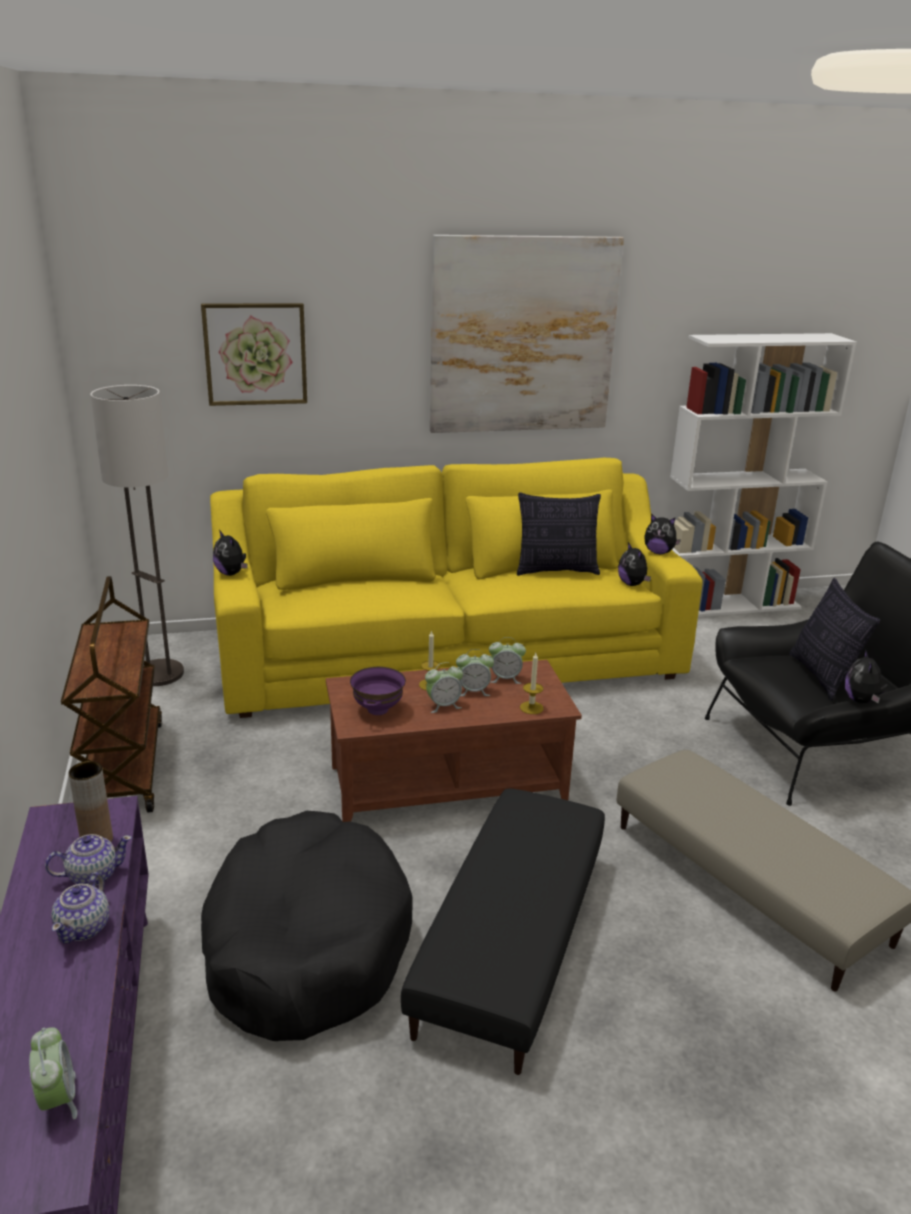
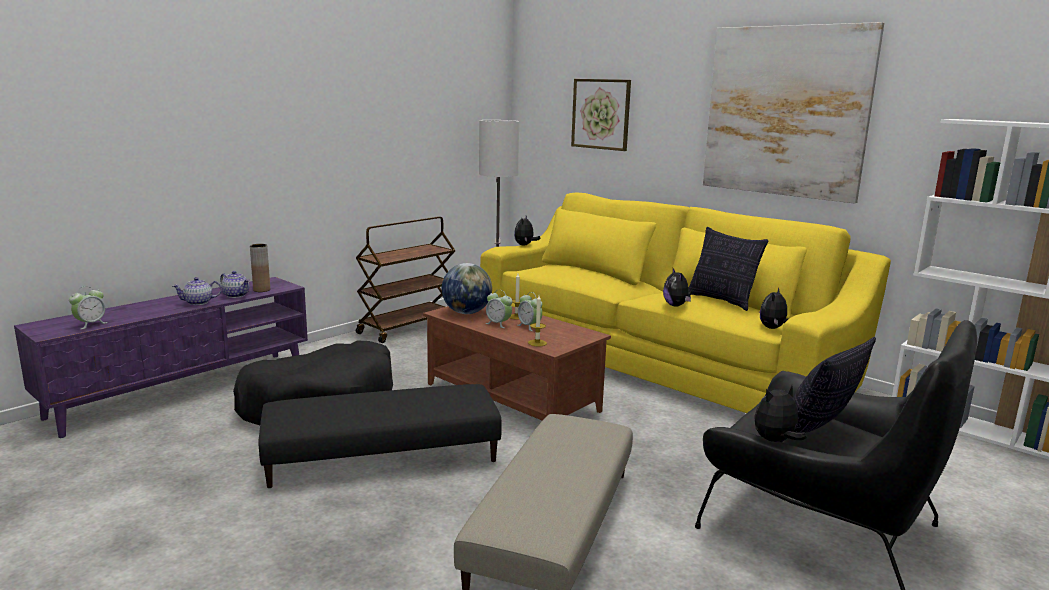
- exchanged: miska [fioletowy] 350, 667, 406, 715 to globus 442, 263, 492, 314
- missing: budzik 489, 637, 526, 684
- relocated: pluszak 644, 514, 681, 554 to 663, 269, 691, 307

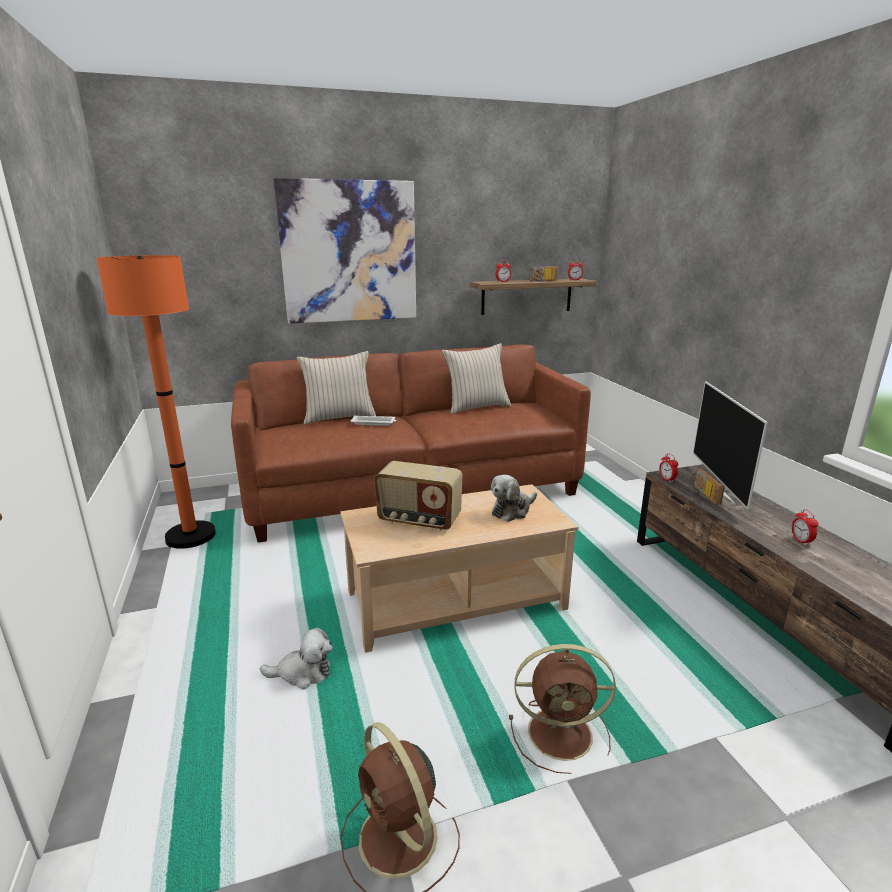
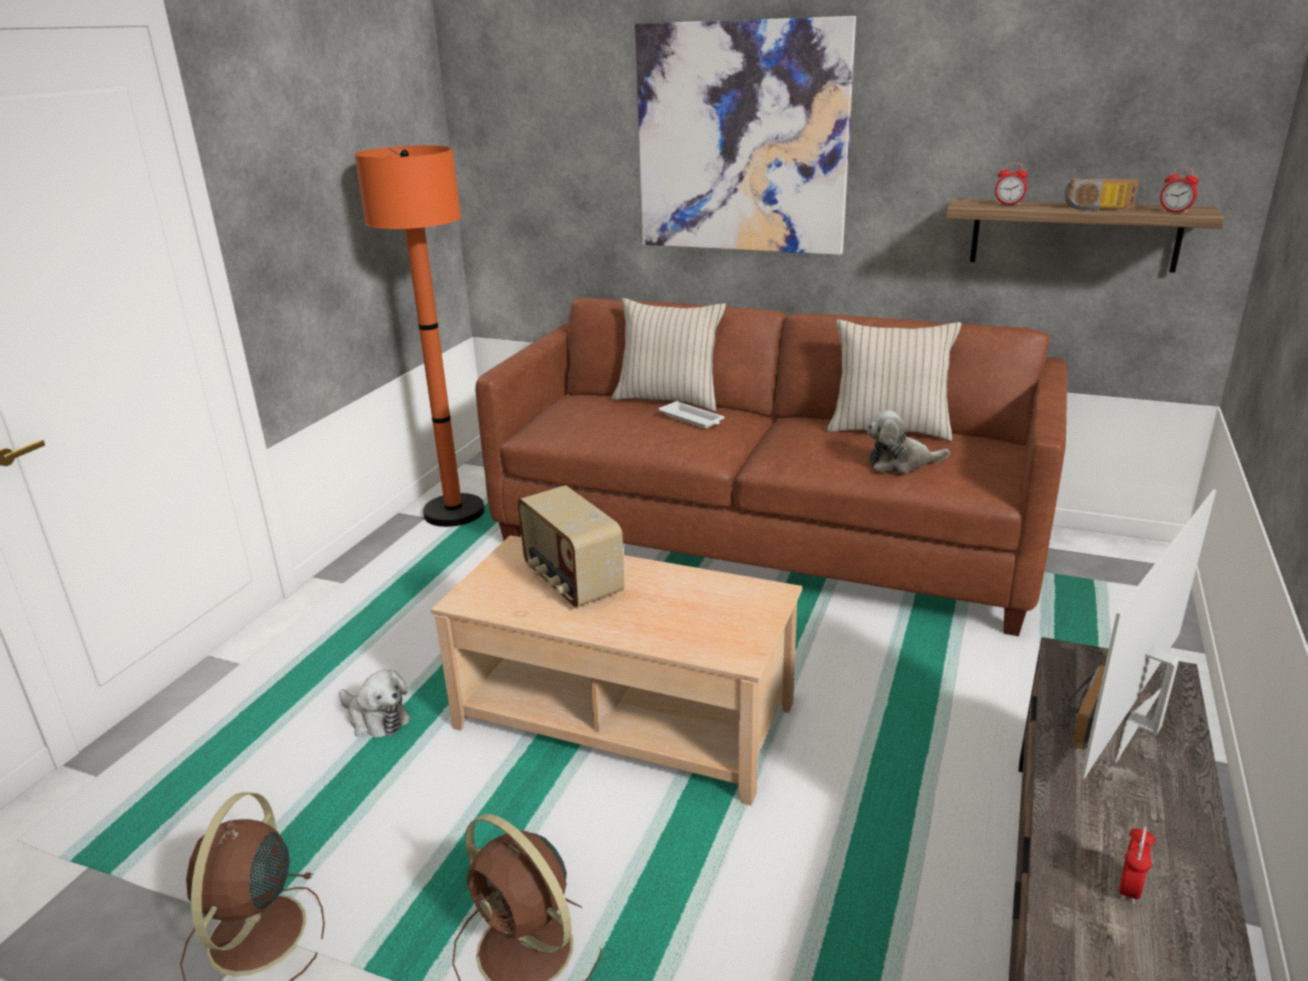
- relocated: pluszak 491, 475, 537, 522 to 867, 410, 950, 473
- missing: budzik 659, 453, 678, 482

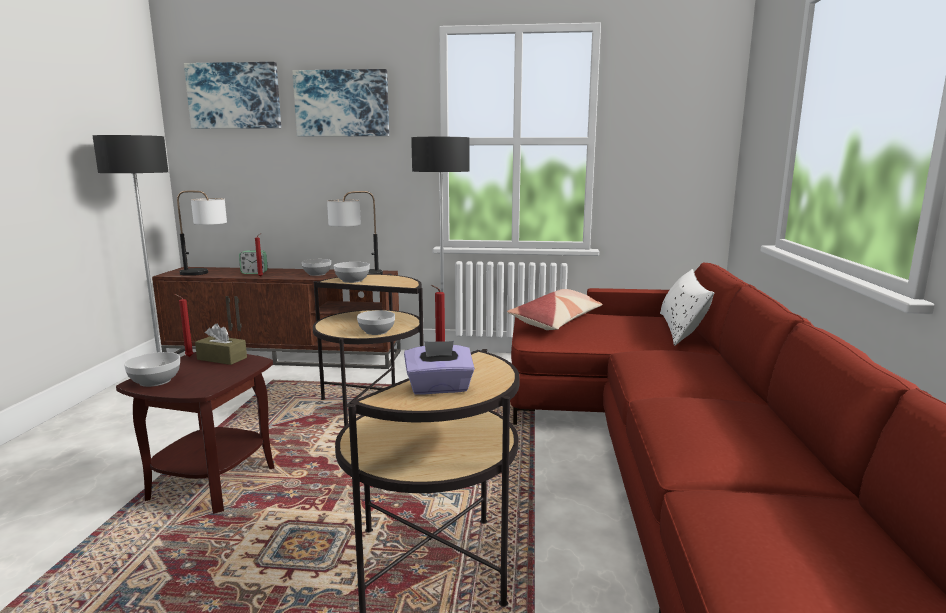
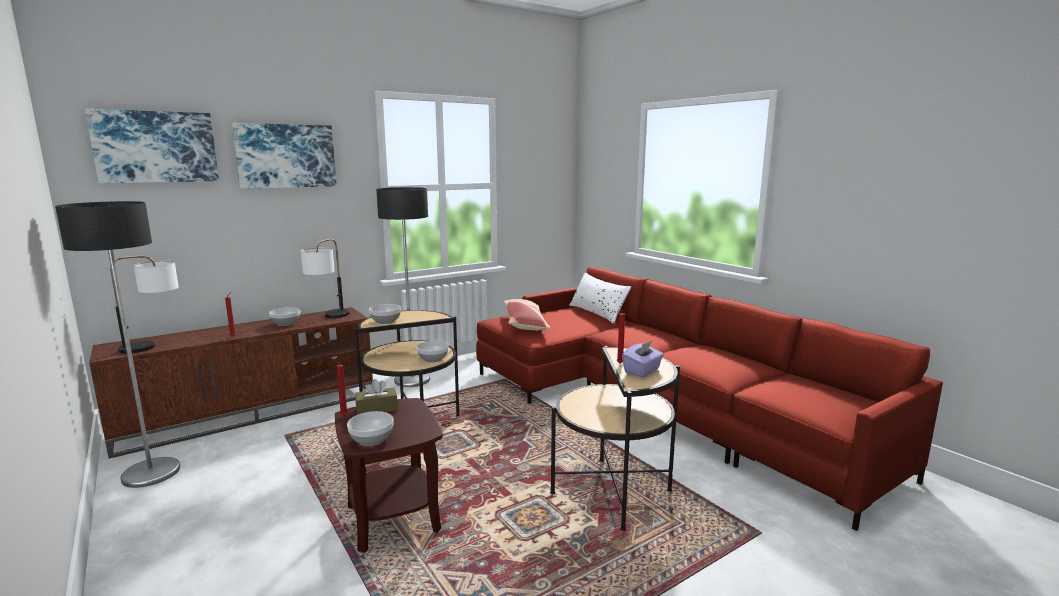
- missing: budzik 239, 250, 268, 274

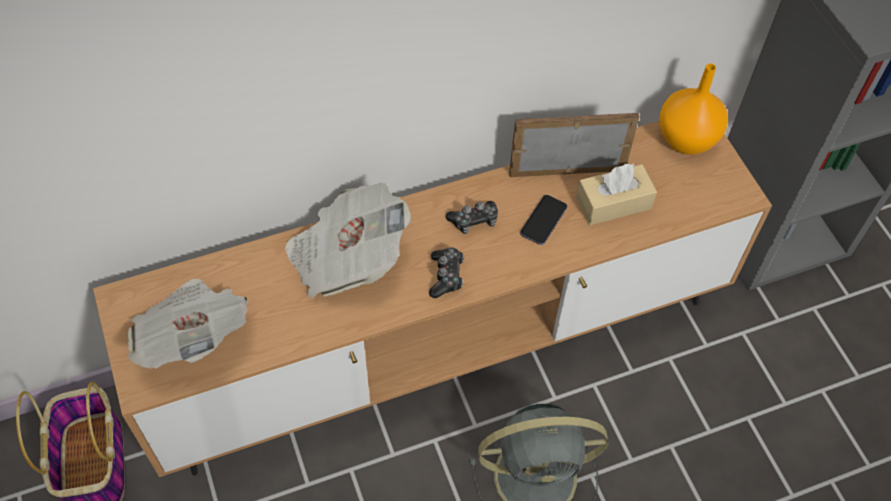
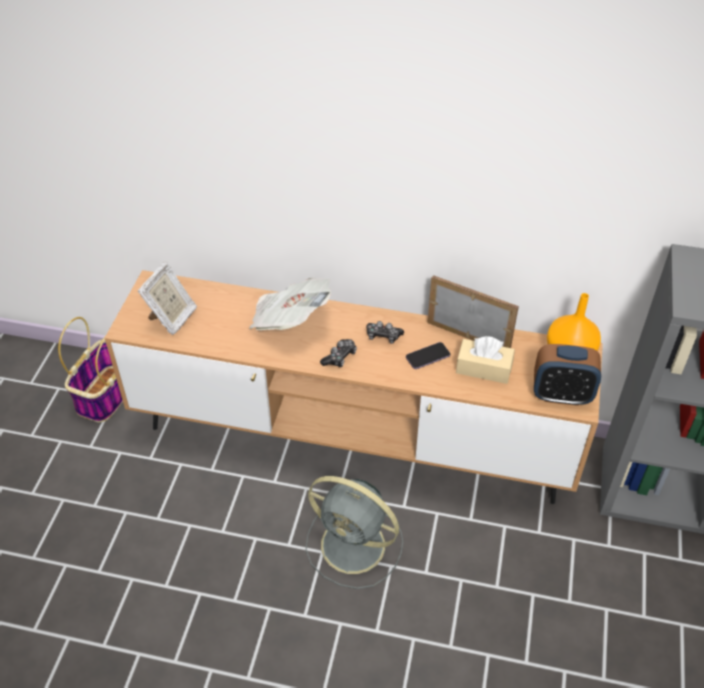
- exchanged: gazeta 128, 278, 248, 369 to ramka na zdjęcie 138, 262, 197, 335
- appeared: budzik 534, 344, 601, 406

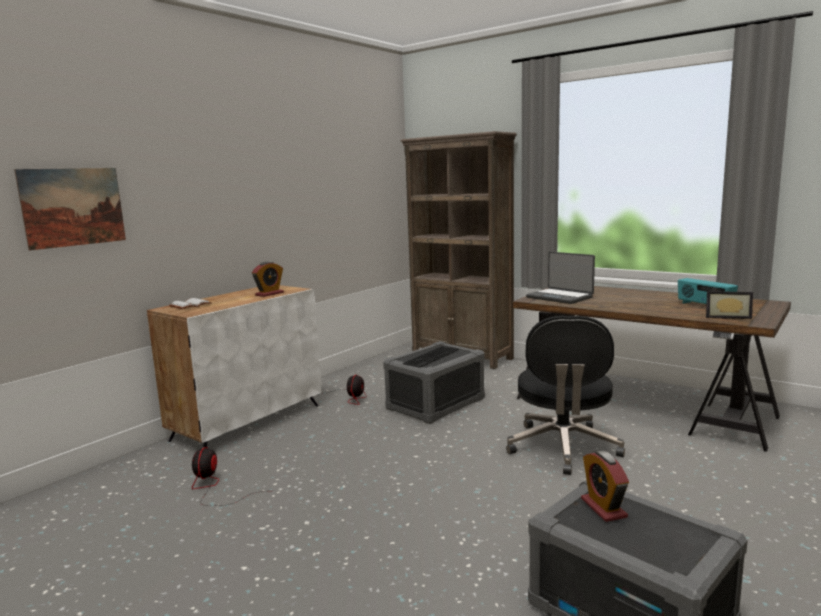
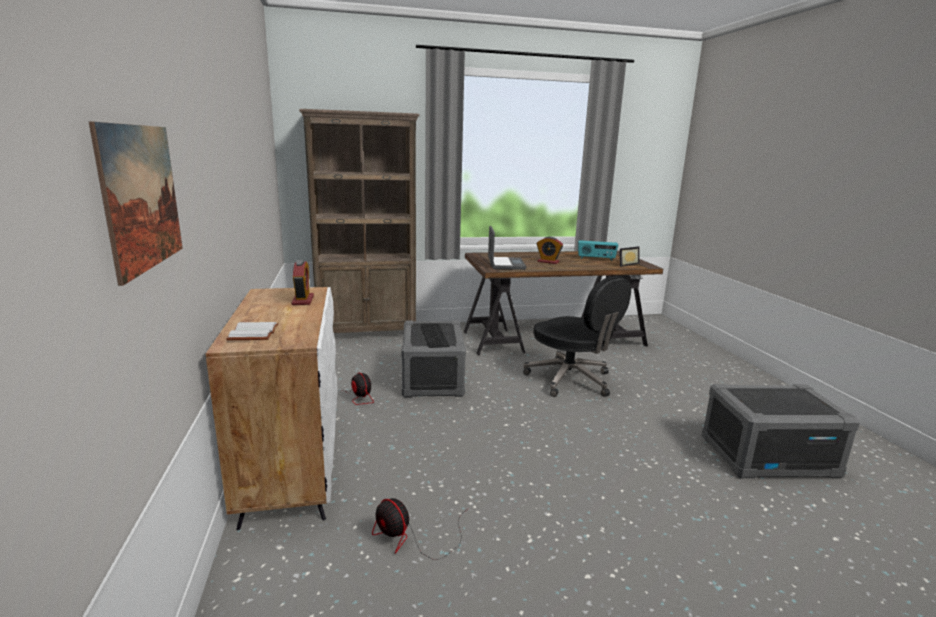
- spun: laptop 526, 252, 595, 304 = 488, 226, 527, 270 90 degrees counterclockwise
- relocated: budzik 581, 450, 629, 522 to 537, 237, 563, 264

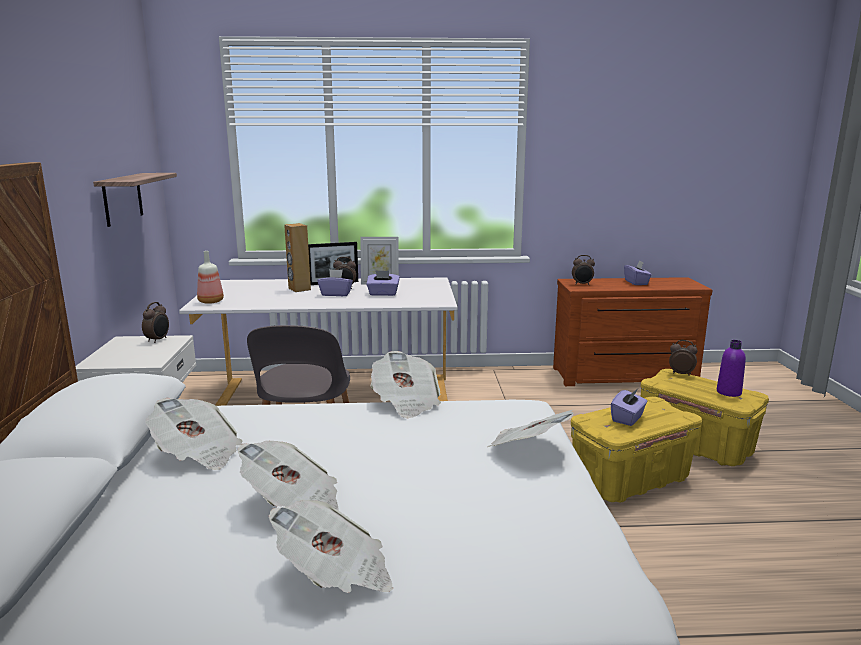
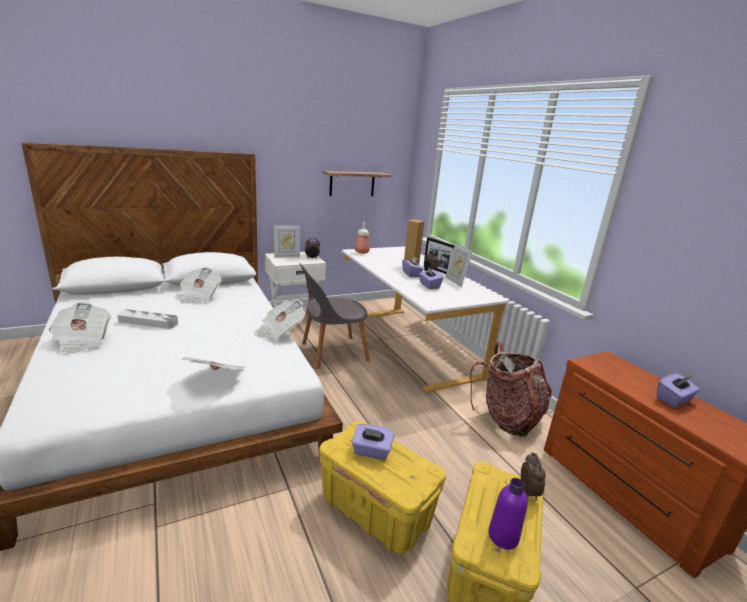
- exchanged: gazeta 238, 441, 339, 510 to taca [szary] 117, 309, 178, 329
- missing: budzik 572, 255, 595, 285
- appeared: ramka na zdjęcie 274, 225, 300, 258
- appeared: plecak 470, 342, 552, 437

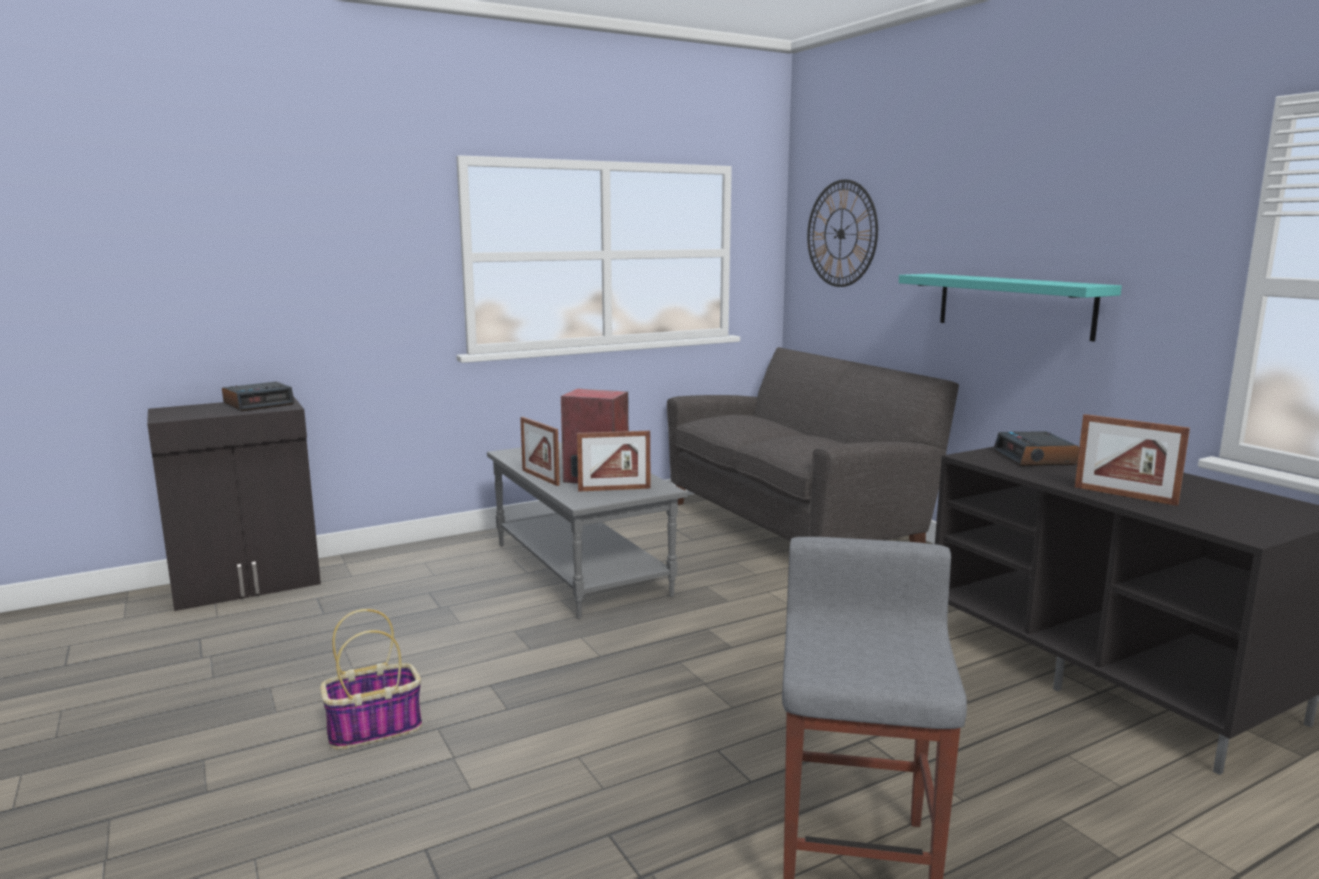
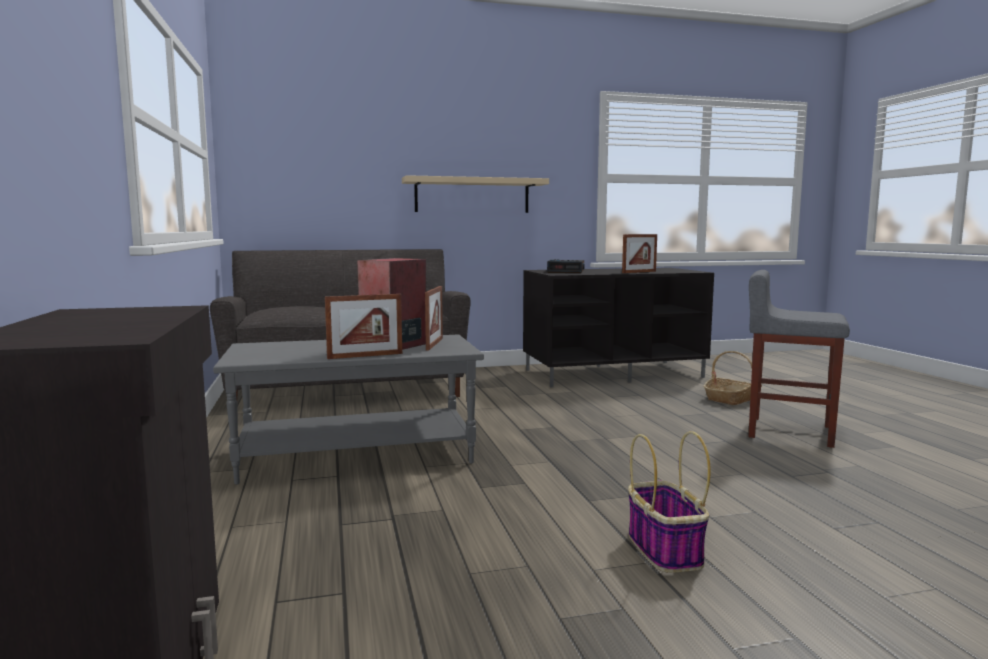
- missing: budzik 222, 382, 294, 411
- missing: zegar ścienny 807, 179, 878, 287
- colour: półka [turkusowy] 899, 274, 1122, 341 to półka [beżowy] 402, 175, 549, 213
- appeared: koszyk 704, 351, 762, 405

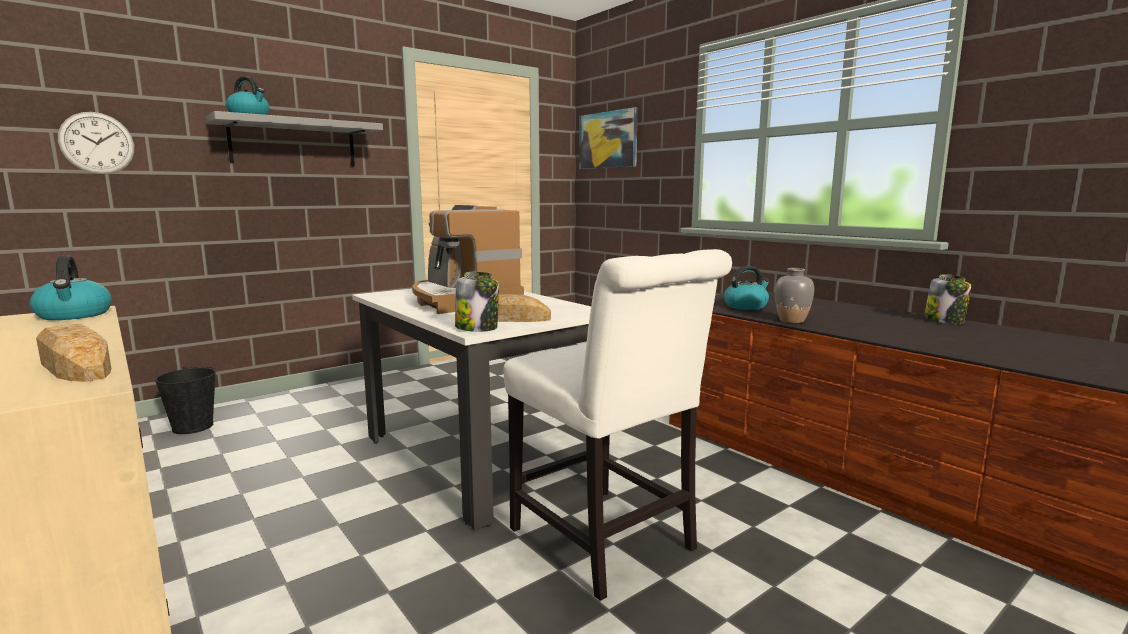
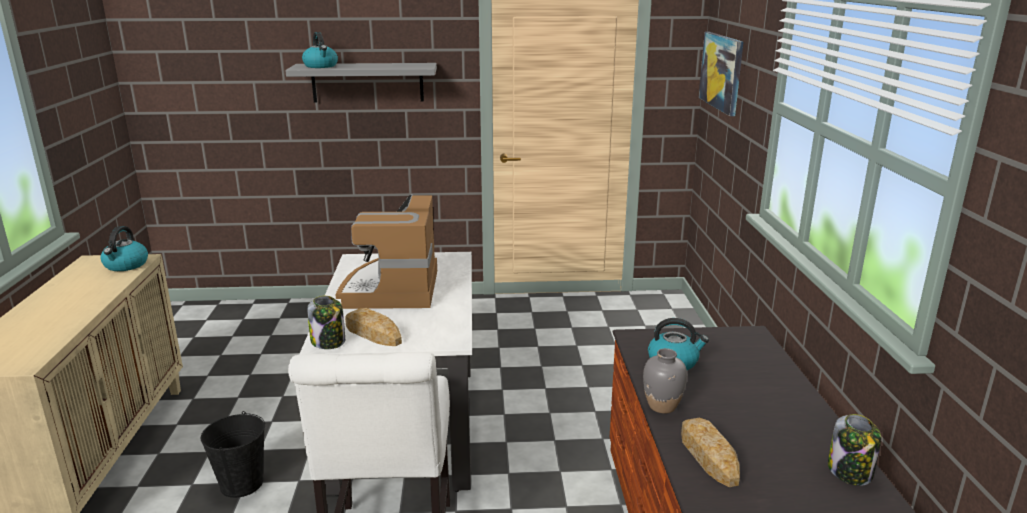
- relocated: chleb 36, 323, 111, 382 to 681, 418, 740, 487
- missing: zegar ścienny 58, 112, 134, 174
- relocated: wiadro [czarny] 155, 366, 216, 434 to 201, 411, 265, 498

